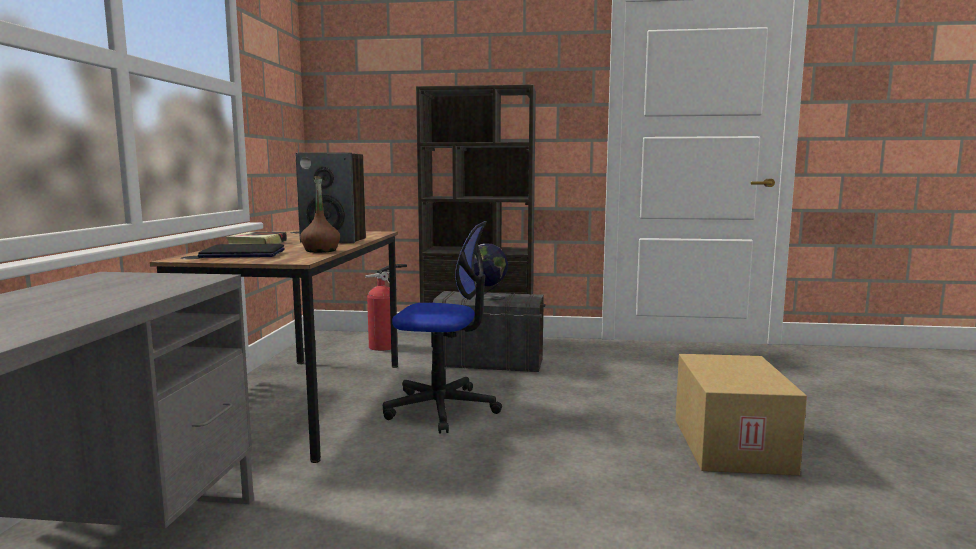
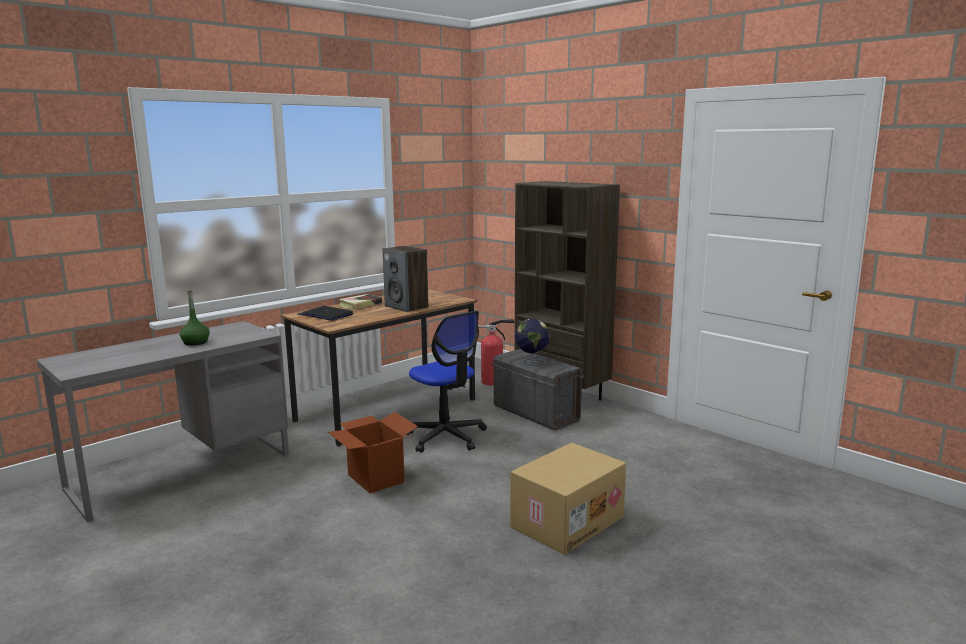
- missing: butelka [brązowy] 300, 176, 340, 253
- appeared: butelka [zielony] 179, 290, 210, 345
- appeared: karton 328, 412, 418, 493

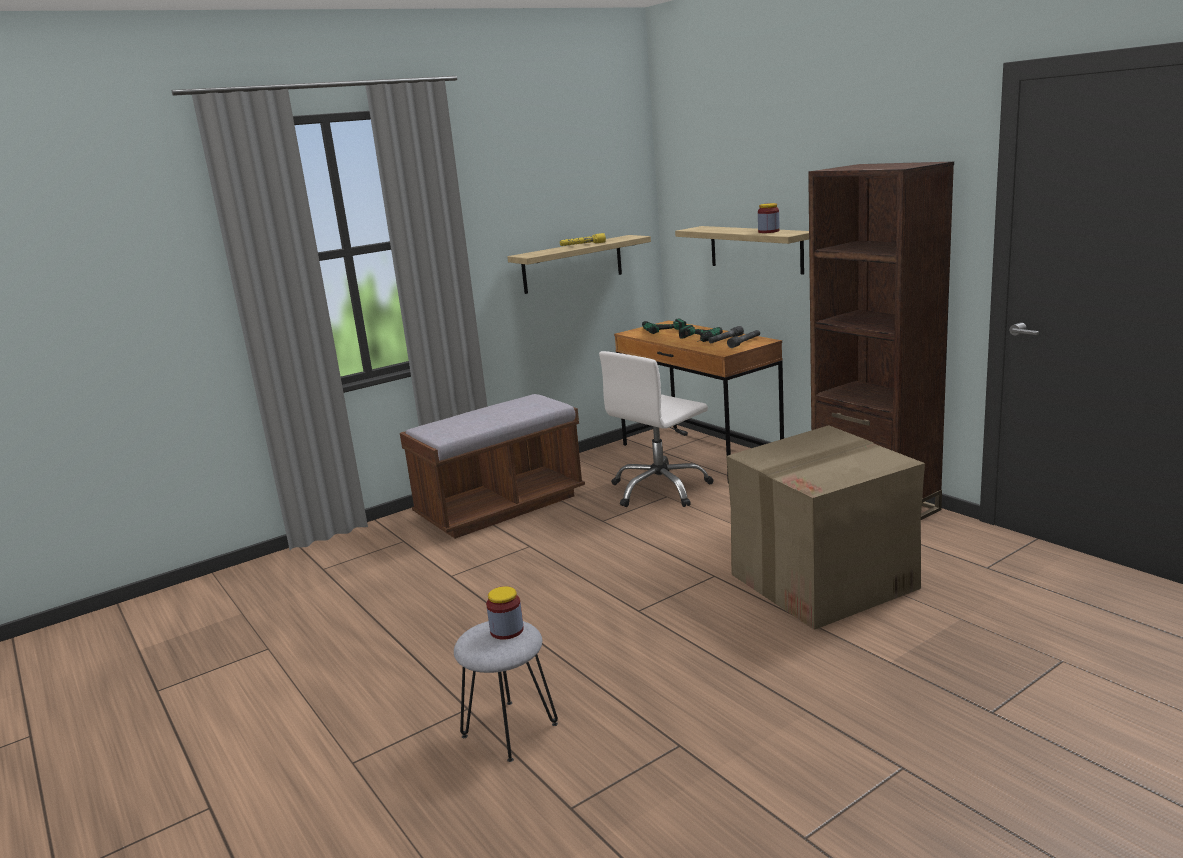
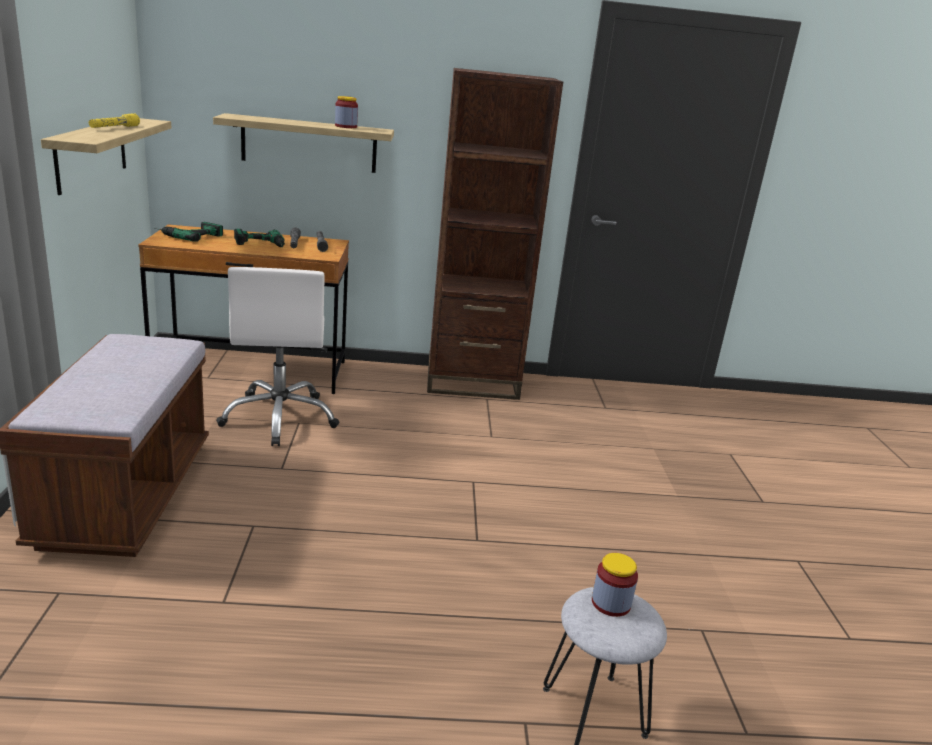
- missing: karton 726, 425, 925, 630

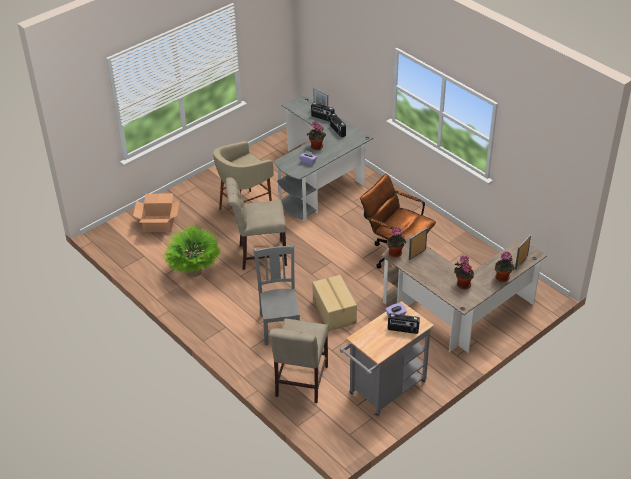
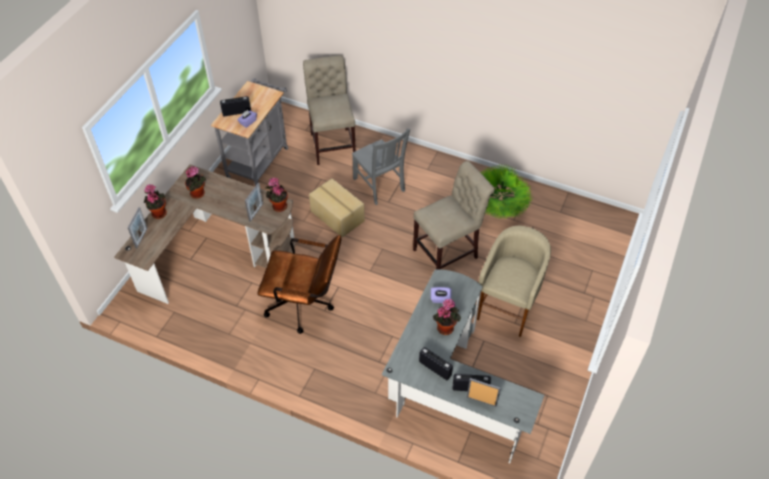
- missing: karton 133, 194, 179, 232

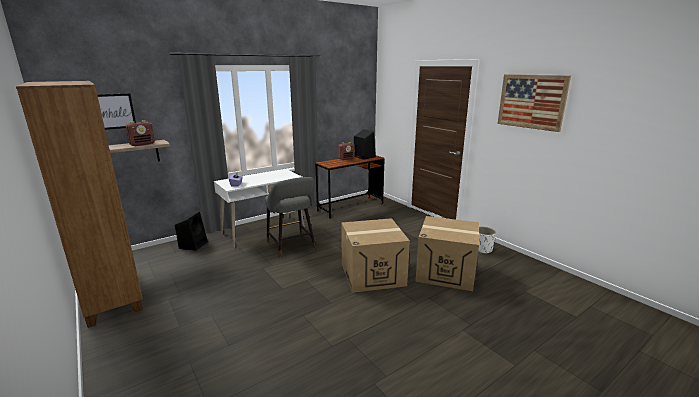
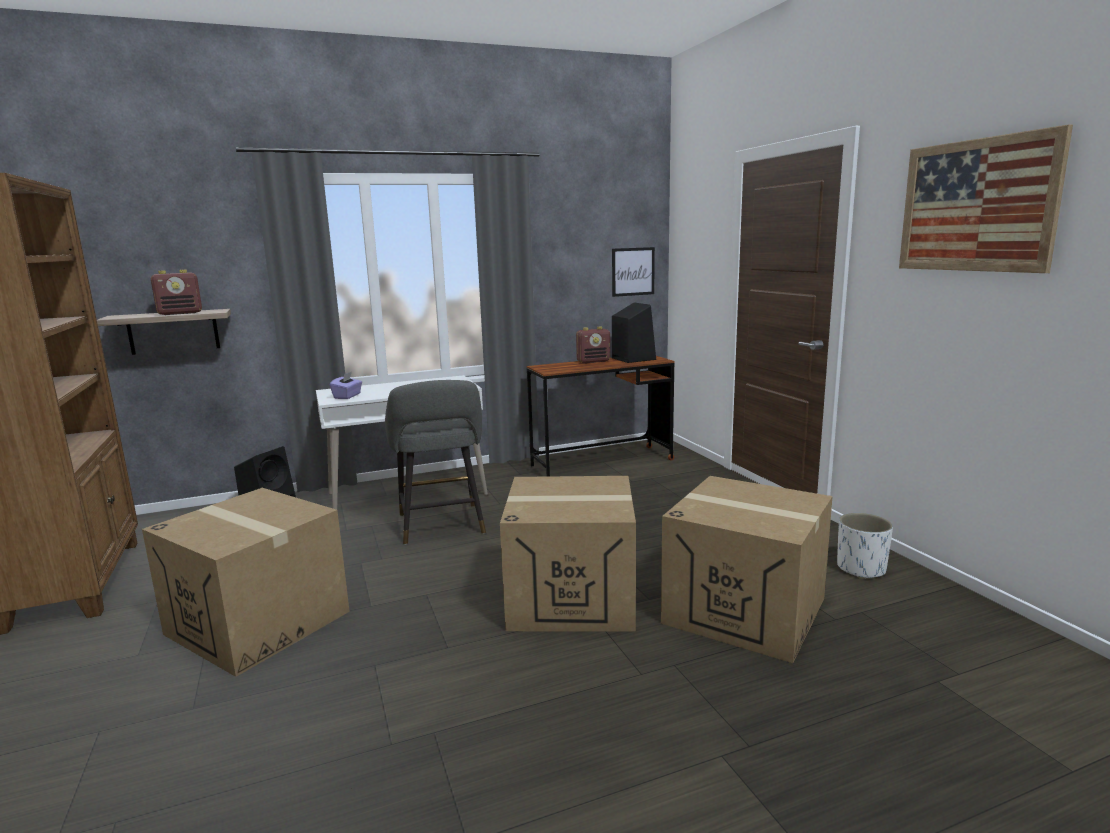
- relocated: obraz 98, 93, 136, 130 to 612, 247, 655, 297
- appeared: karton 142, 488, 350, 677

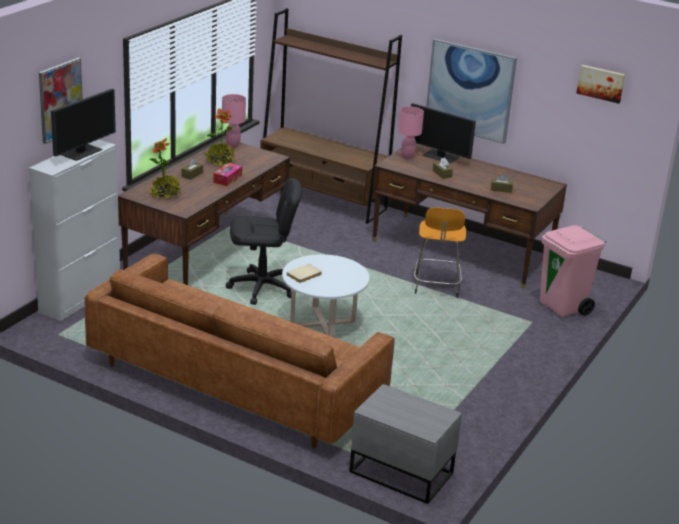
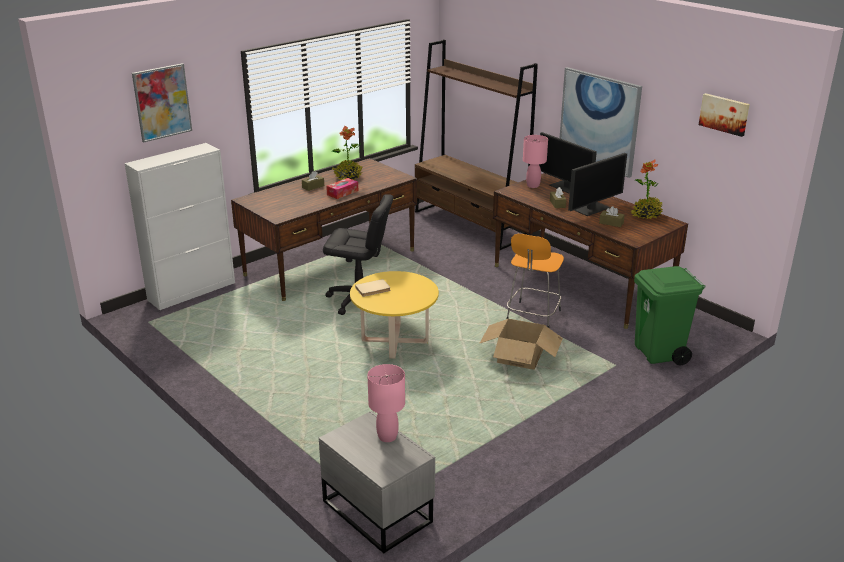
- relocated: monitor 51, 89, 116, 161 to 568, 153, 627, 216
- missing: kanapa [brązowy] 84, 253, 394, 449
- relocated: roślina doniczkowa 148, 138, 182, 199 to 630, 159, 663, 219
- relocated: lampa stołowa [różowy] 222, 94, 246, 147 to 367, 364, 405, 442
- colour: ława [biały] 282, 254, 370, 337 to ława [żółty] 350, 271, 439, 359
- colour: kosz na śmieci [różowy] 540, 225, 606, 317 to kosz na śmieci [zielony] 634, 266, 706, 365
- appeared: karton 479, 319, 563, 370

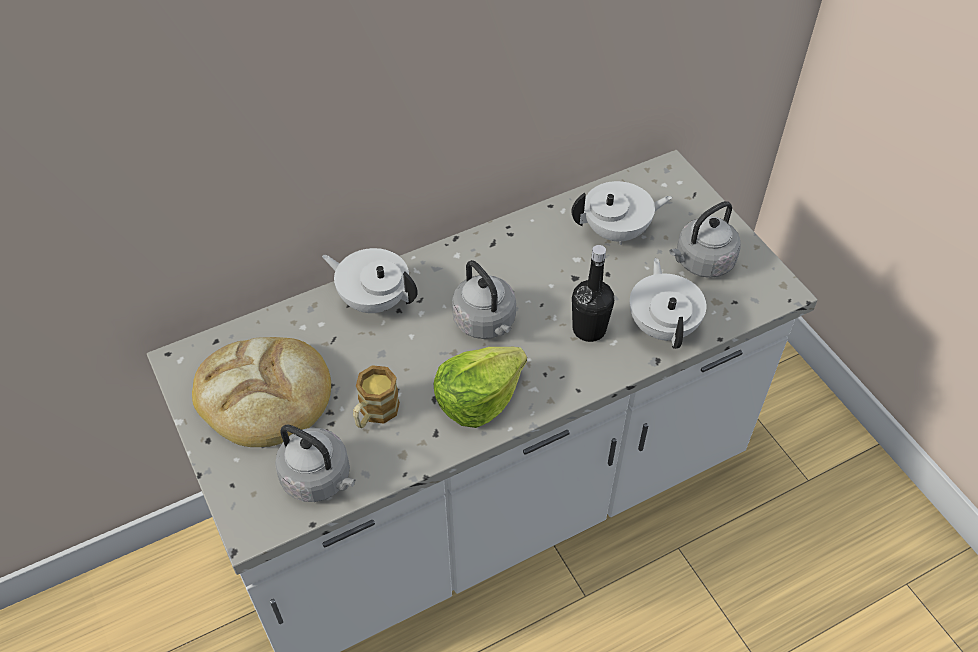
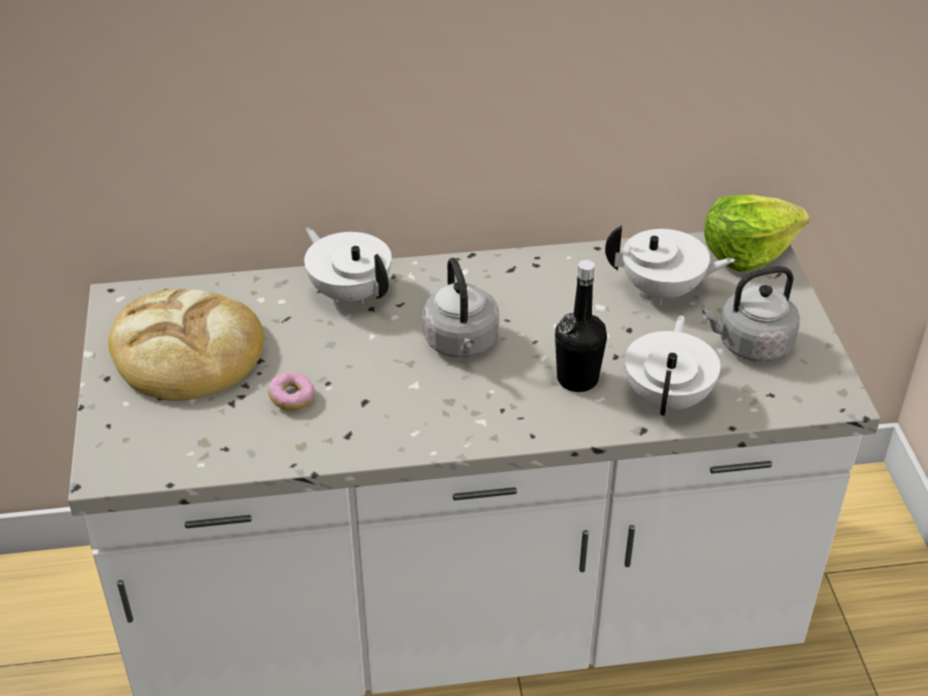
- missing: czajnik [szary] 275, 425, 355, 502
- exchanged: kubek 353, 365, 400, 428 to donut 268, 372, 315, 411
- relocated: sałata 434, 347, 527, 428 to 704, 195, 809, 272

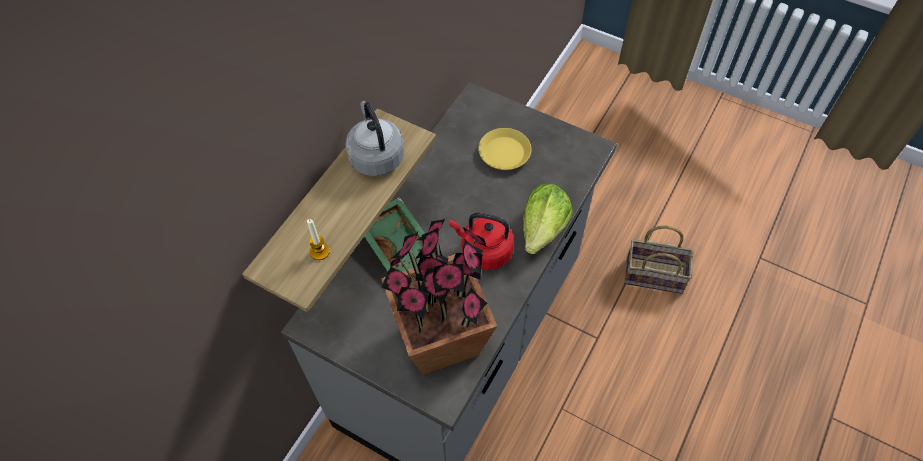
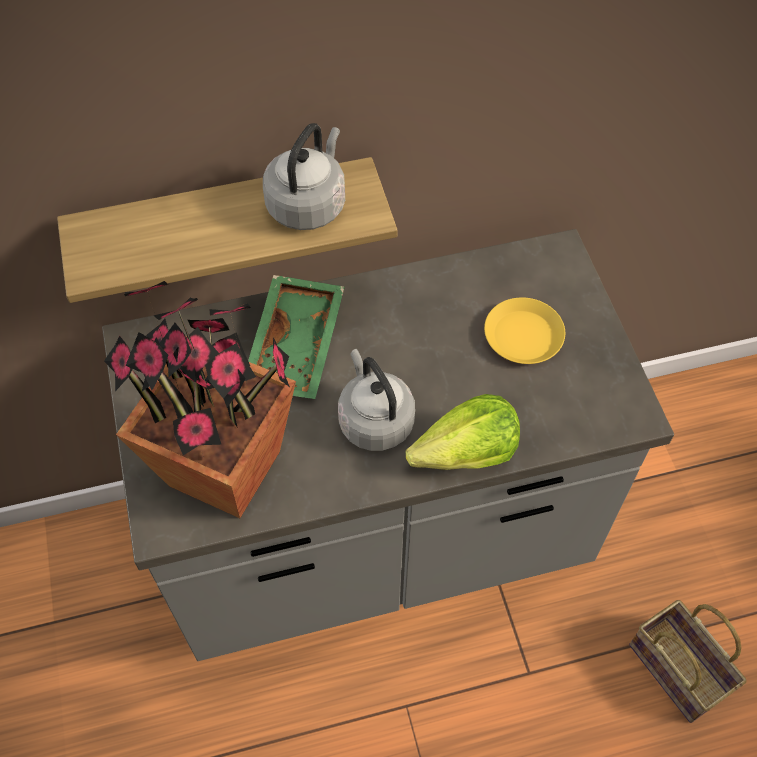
- missing: świeca 307, 219, 330, 260
- colour: czajnik [czerwony] 449, 213, 514, 270 to czajnik [szary] 338, 349, 415, 451

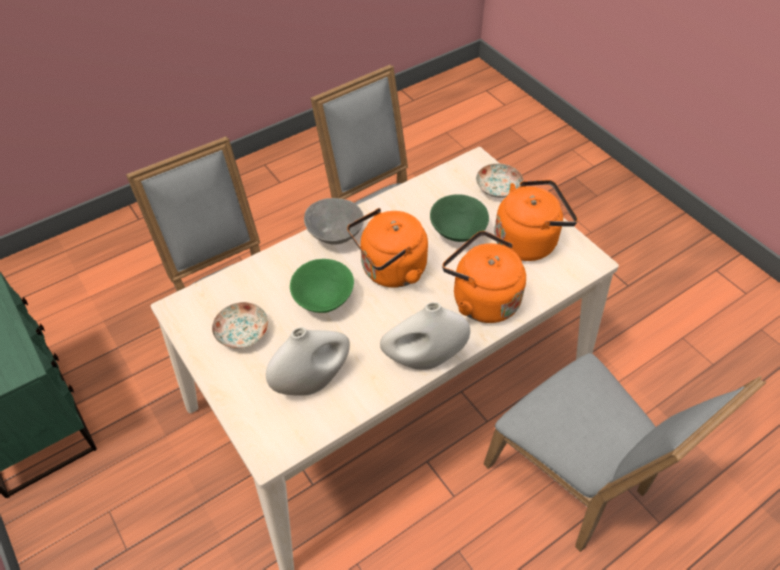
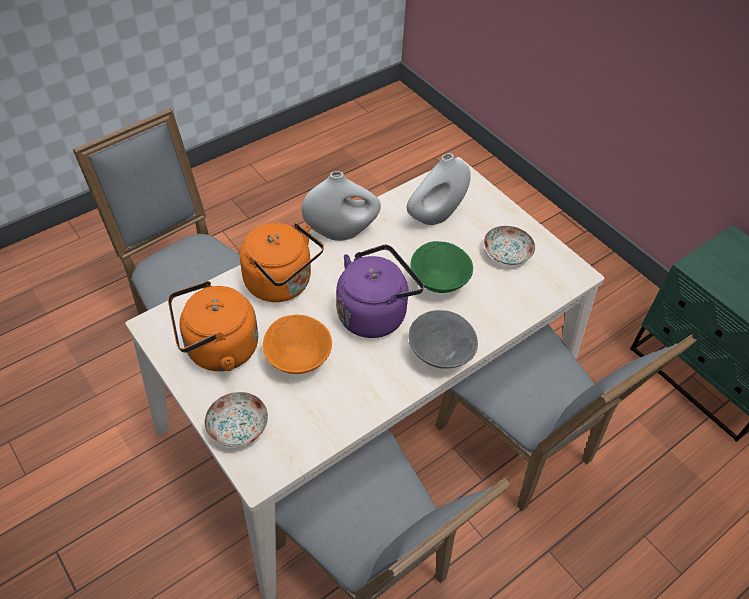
- colour: czajnik [pomarańczowy] 347, 208, 428, 288 to czajnik [fioletowy] 336, 244, 424, 338
- colour: miska [zielony] 430, 194, 489, 242 to miska [pomarańczowy] 263, 315, 332, 374

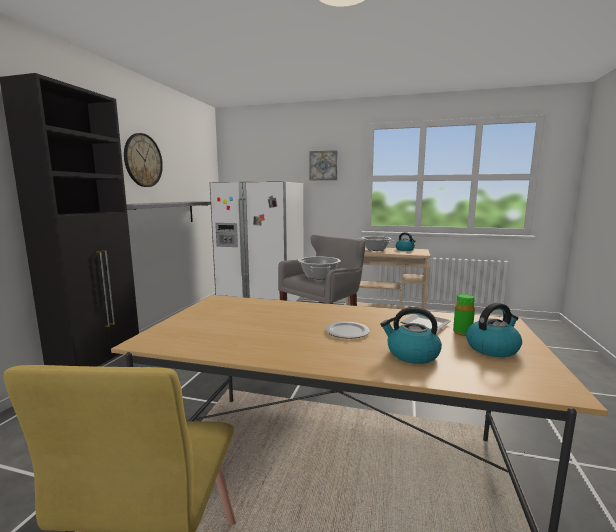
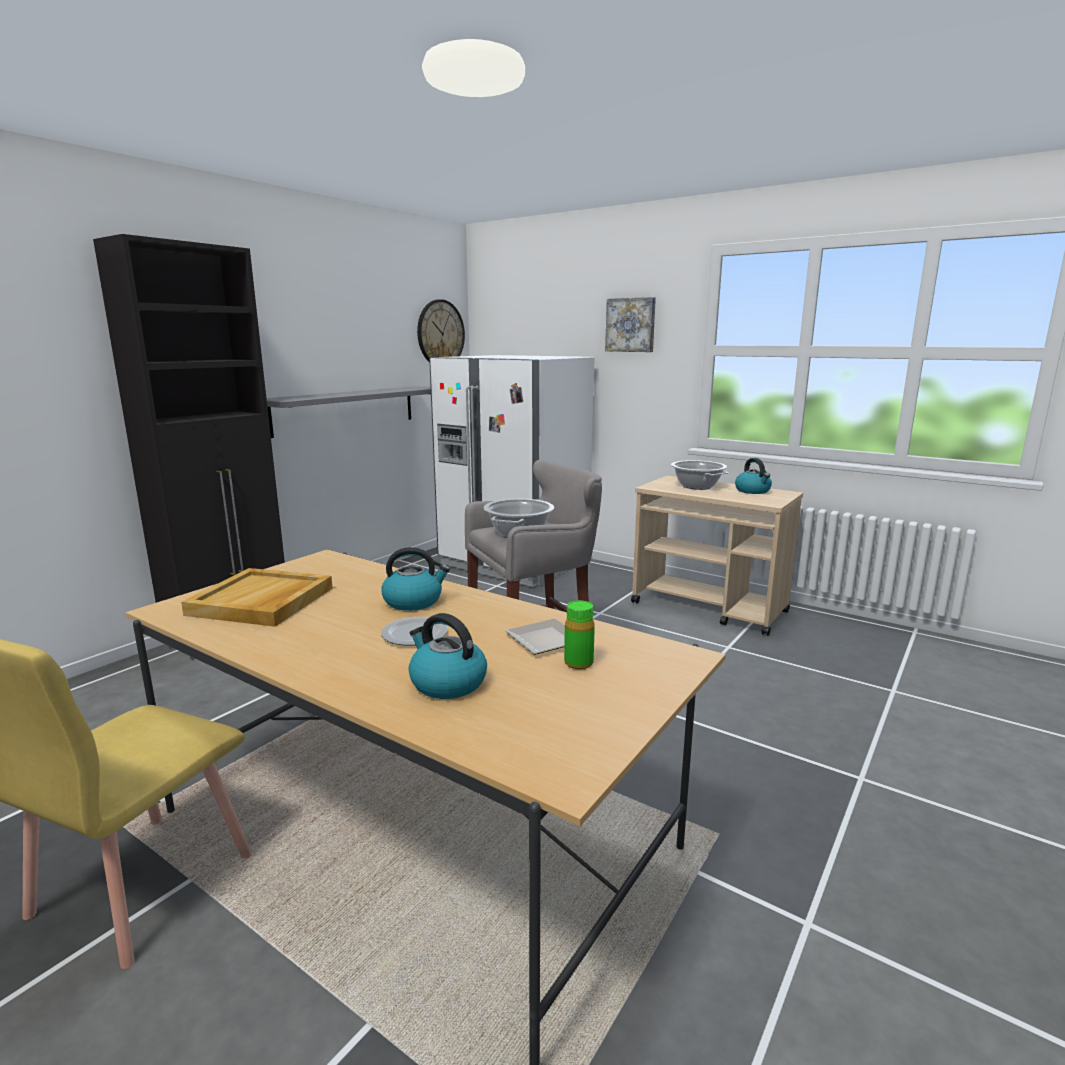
- relocated: zegar ścienny 124, 133, 163, 187 to 417, 299, 465, 362
- relocated: czajnik 466, 303, 522, 357 to 381, 547, 450, 611
- appeared: taca [beżowy] 181, 568, 333, 627

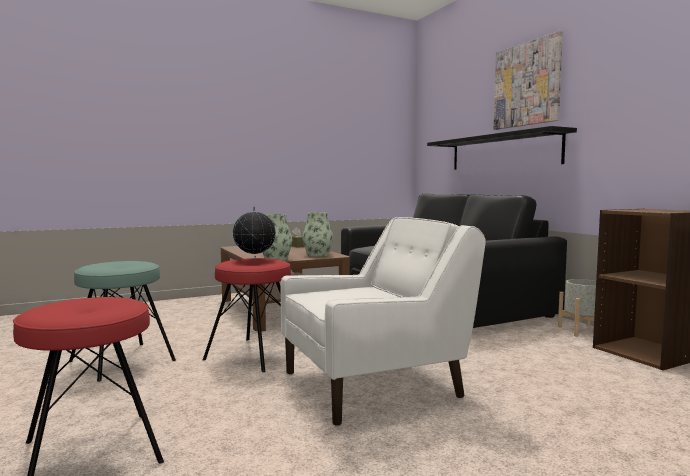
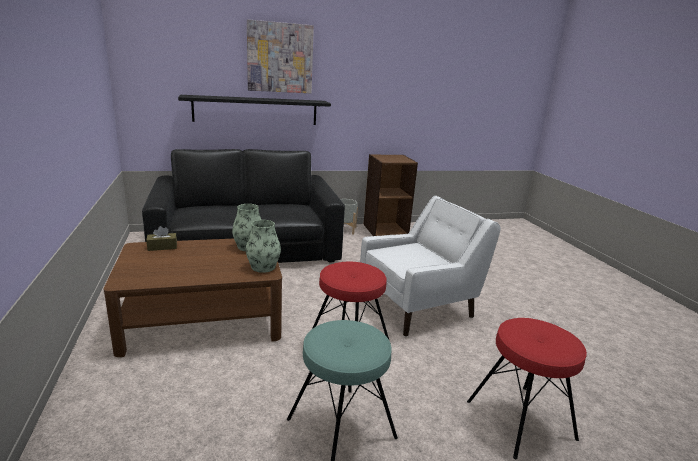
- missing: globus 233, 207, 276, 260
- spun: fotel [biały] 281, 217, 485, 426 = 360, 196, 501, 337 75 degrees clockwise

